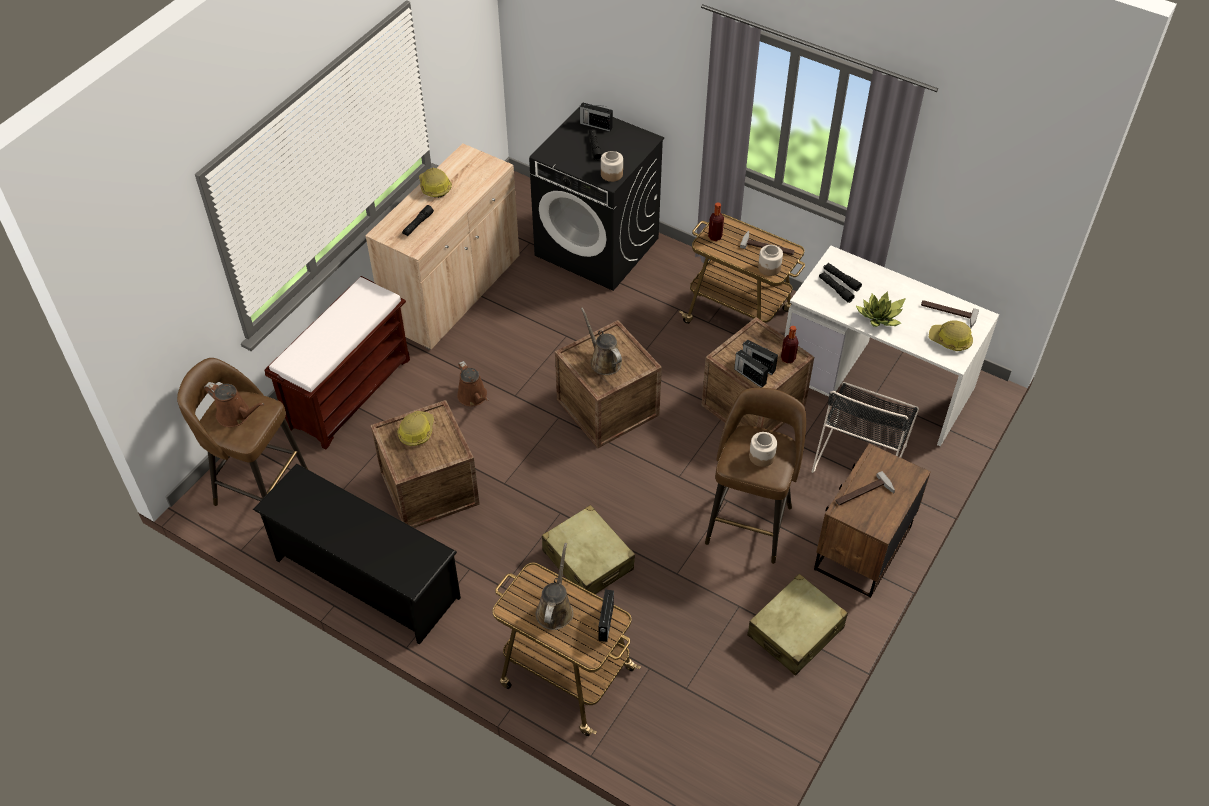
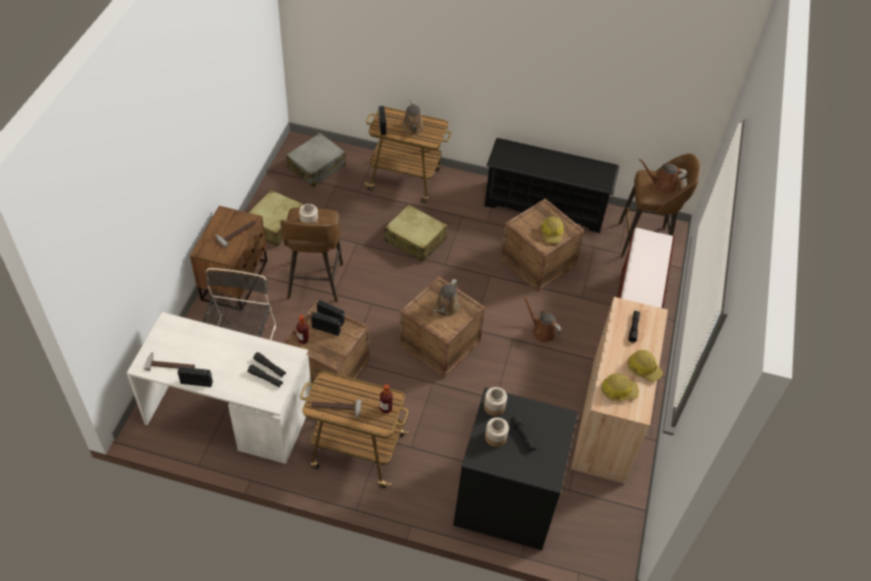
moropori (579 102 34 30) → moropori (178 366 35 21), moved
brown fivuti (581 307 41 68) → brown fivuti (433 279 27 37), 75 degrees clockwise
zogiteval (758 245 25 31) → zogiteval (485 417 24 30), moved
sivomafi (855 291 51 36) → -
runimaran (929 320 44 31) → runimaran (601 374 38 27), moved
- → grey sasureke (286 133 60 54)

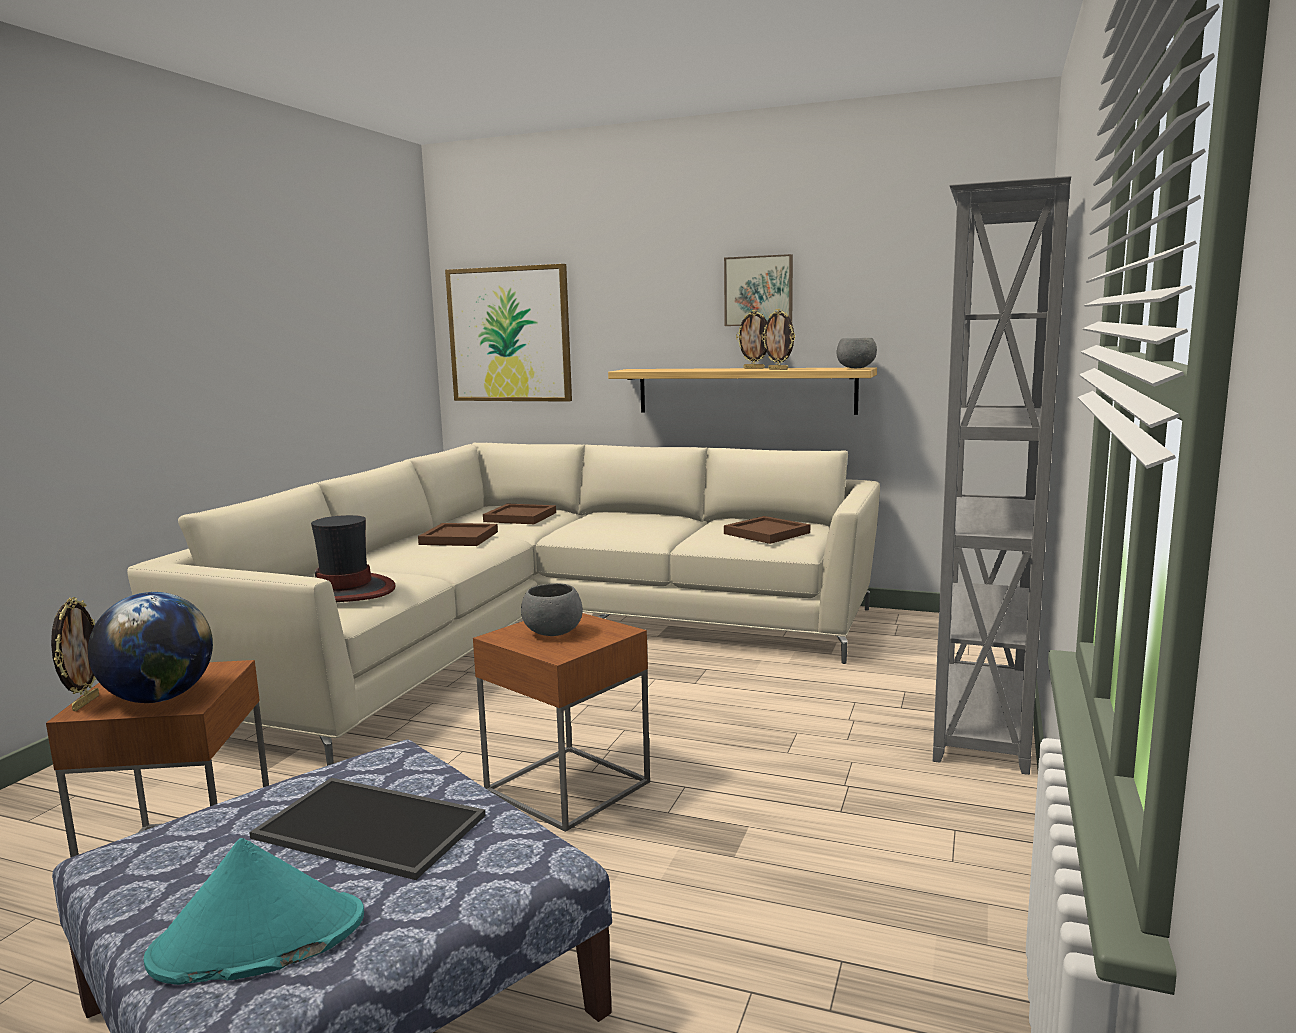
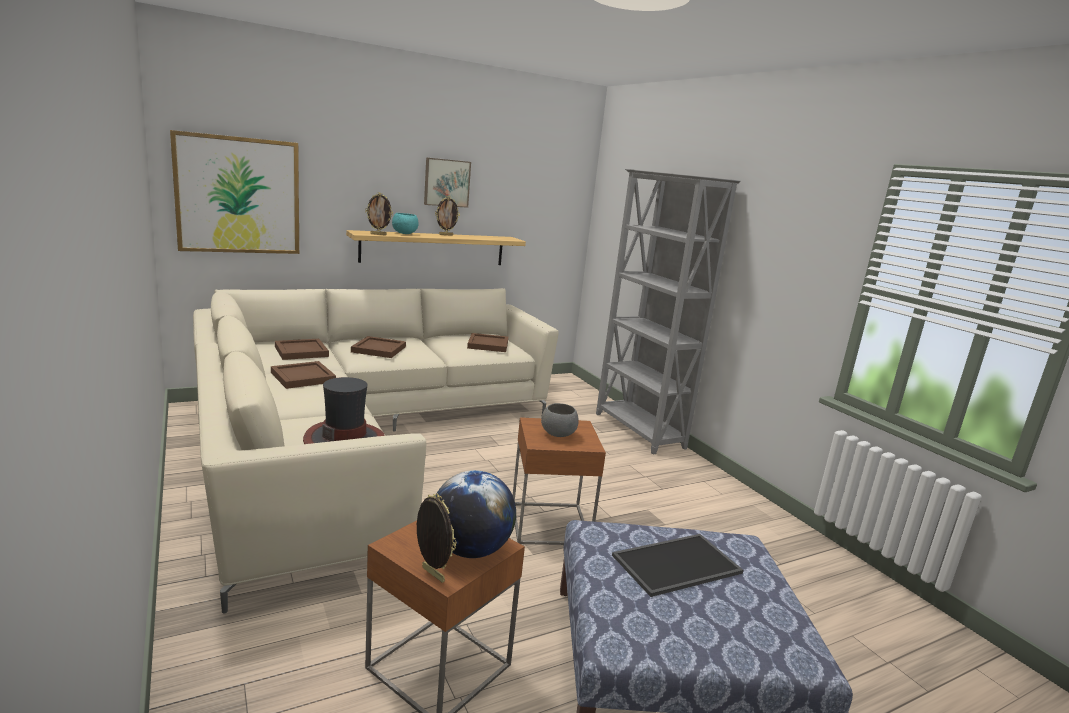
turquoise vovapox (144 838 220 147) → -
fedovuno (761 309 35 61) → fedovuno (365 192 28 43), moved
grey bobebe (836 338 41 30) → -
- → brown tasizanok (351 336 55 22)
- → turquoise bobebe (392 213 27 21)

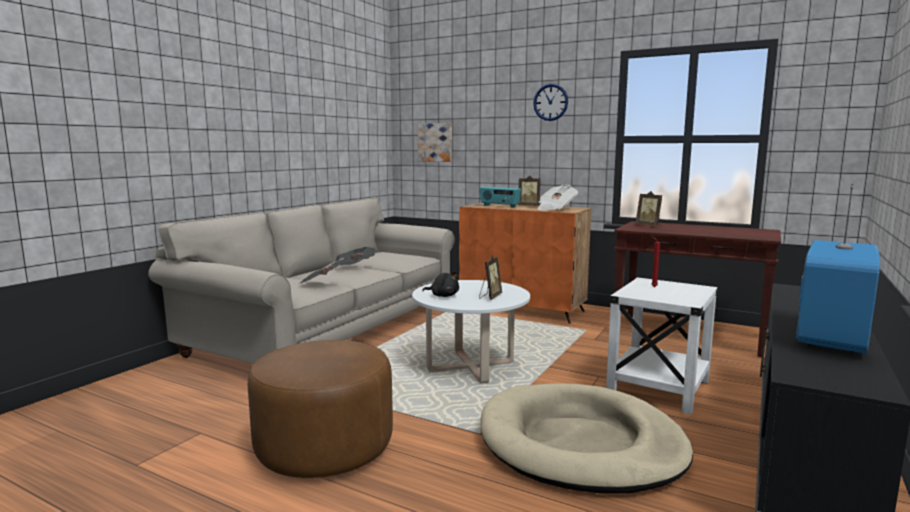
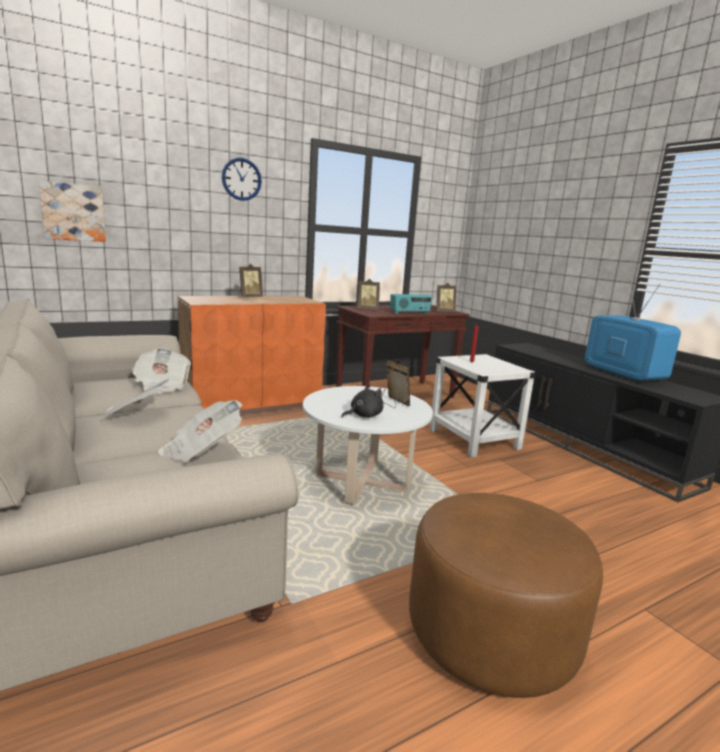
moropori (480 187 41 21) → moropori (390 294 43 20), moved
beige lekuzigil (480 383 213 110) → -
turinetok (538 184 40 27) → turinetok (132 348 59 47), moved
- → fedovuno (435 282 22 30)

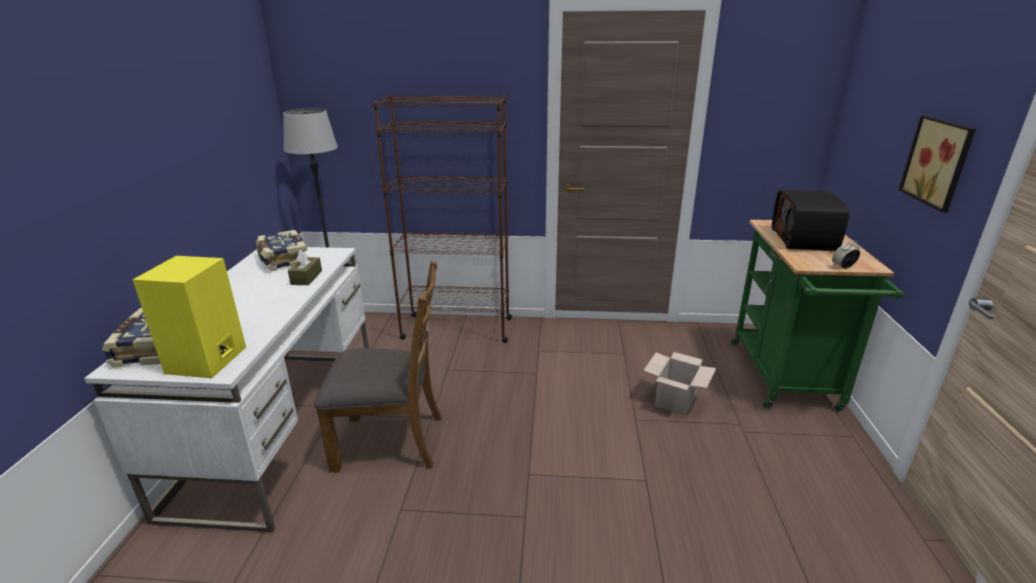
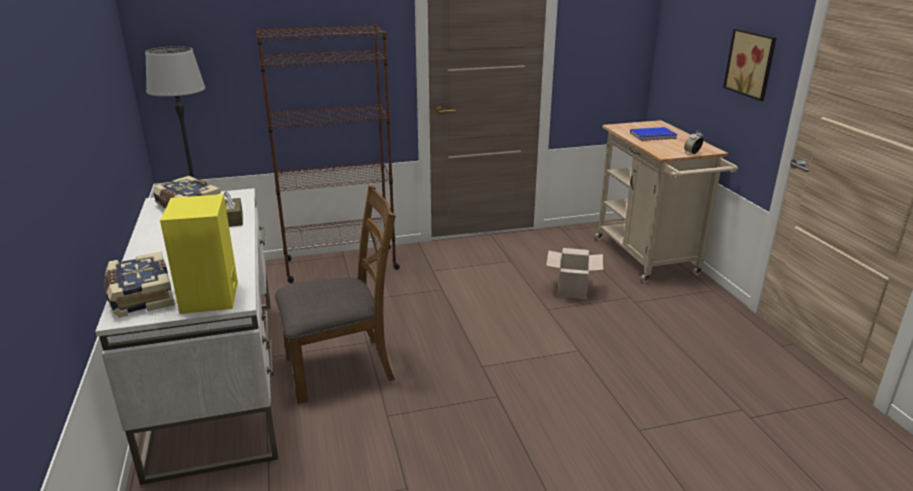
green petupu (731 220 173 192) → beige petupu (595 120 143 163)
moropori (772 190 78 61) → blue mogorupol (630 127 48 14)

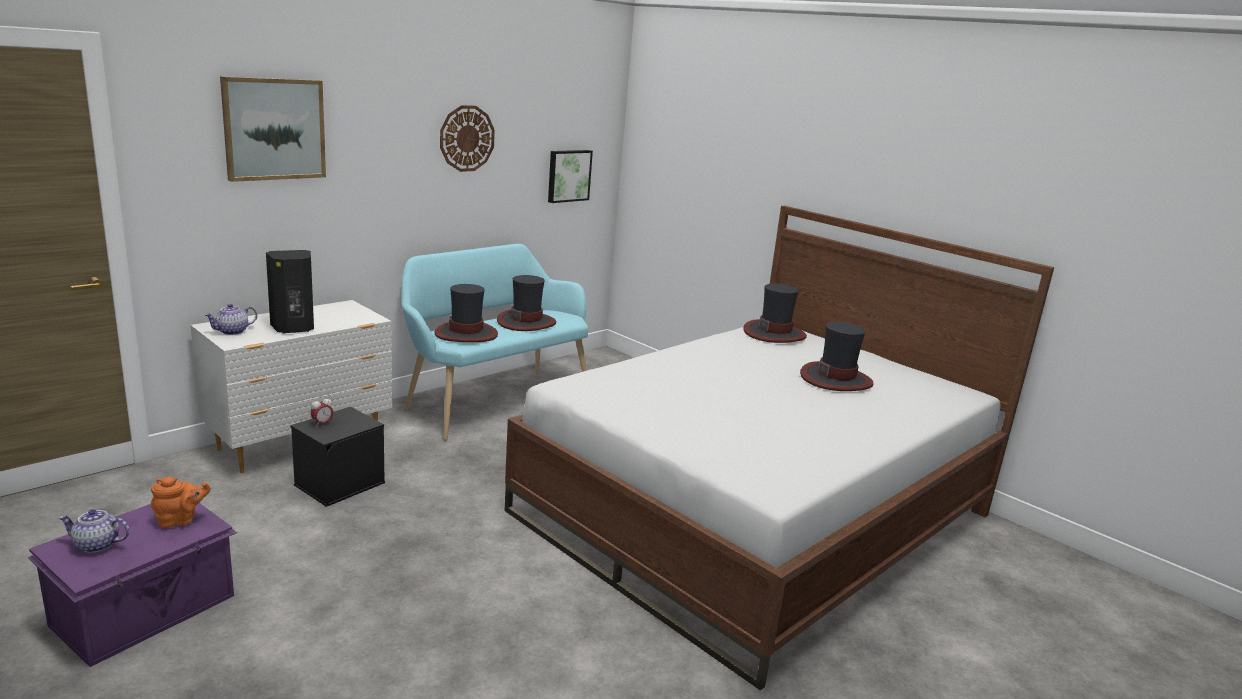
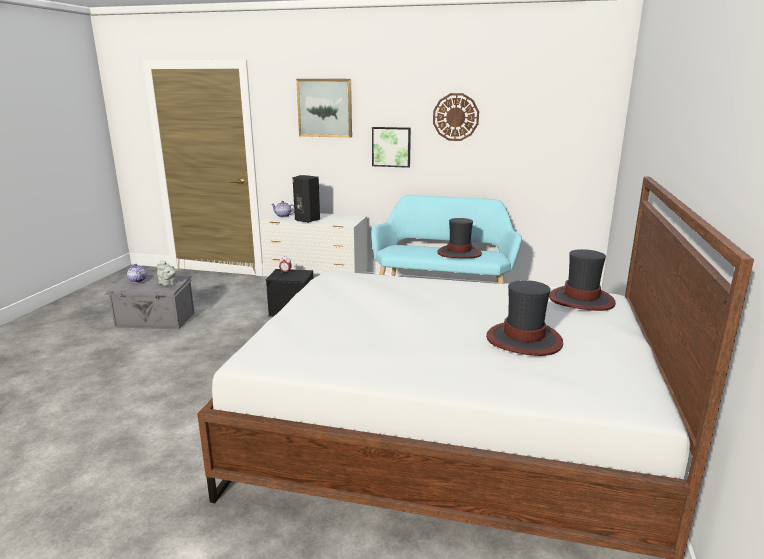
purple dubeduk (28 503 209 164) → grey dubeduk (104 275 90 54)
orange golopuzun (151 477 60 51) → grey golopuzun (157 260 19 26)
vovapox (434 284 64 58) → -
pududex (548 150 45 53) → pududex (372 127 39 41), moved

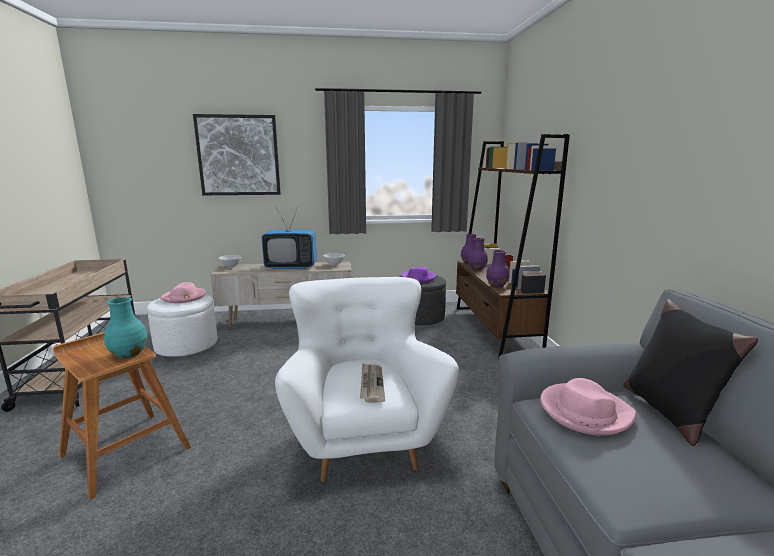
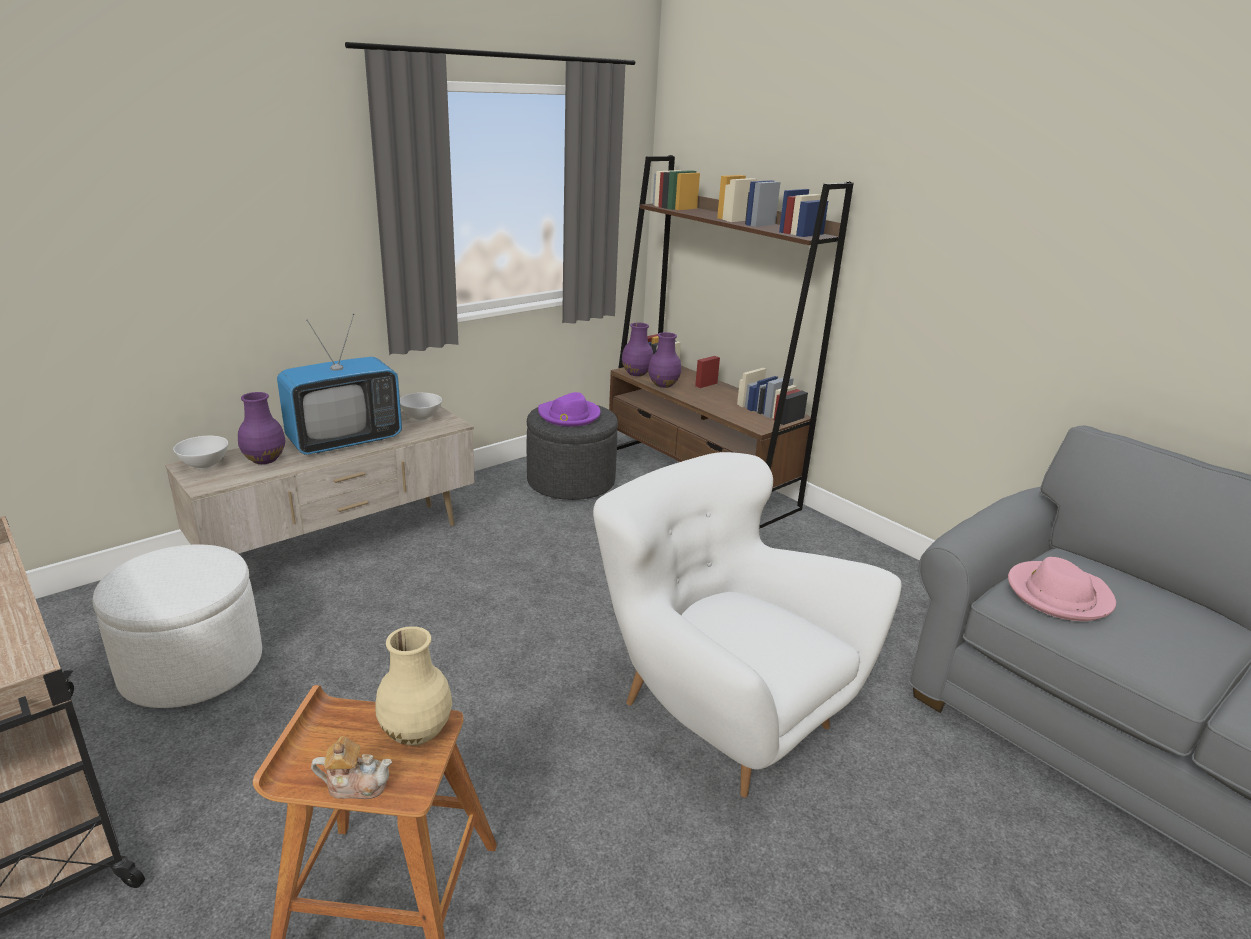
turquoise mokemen (104 297 43 61) → beige mokemen (375 626 77 120)
pink vovapox (160 282 46 21) → -
pududex (193 114 88 81) → -
turinetok (360 363 25 40) → -
purple mokemen (486 250 24 37) → purple mokemen (238 392 47 72), moved
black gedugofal (623 299 135 147) → -
- → golopuzun (311 736 81 63)

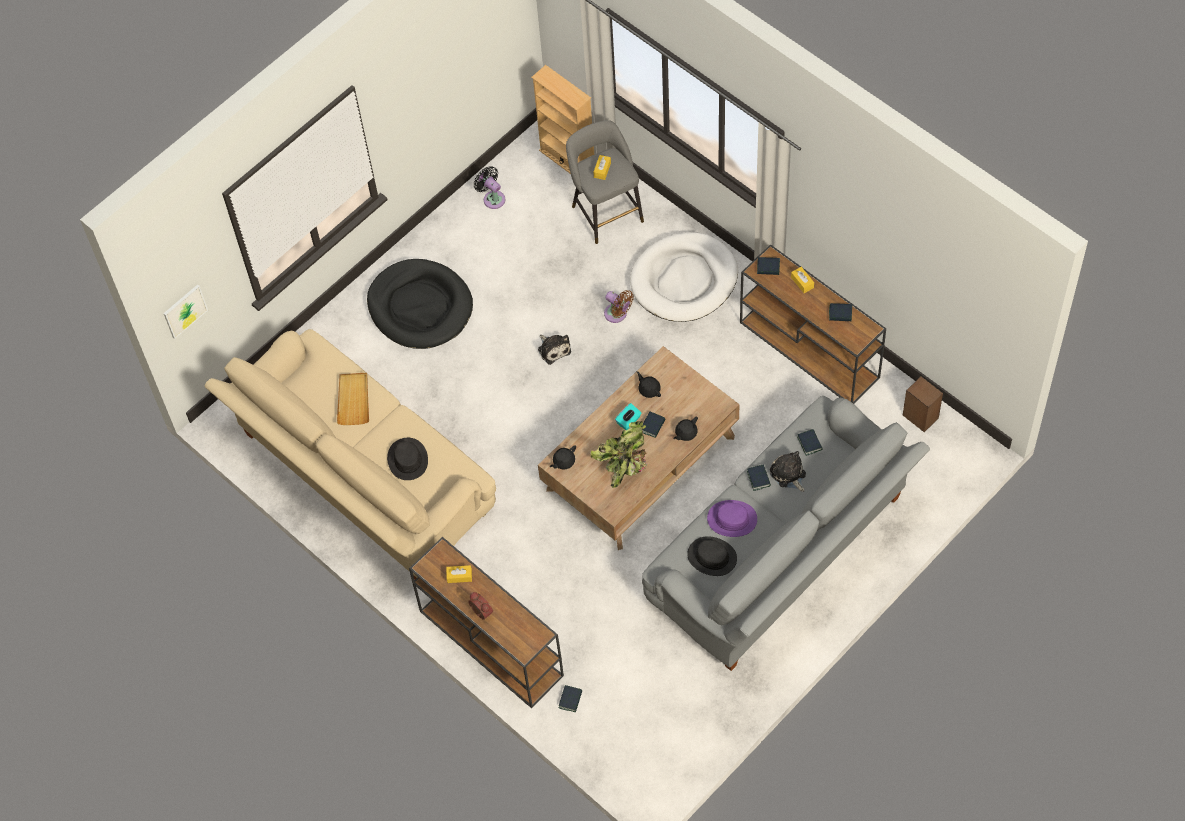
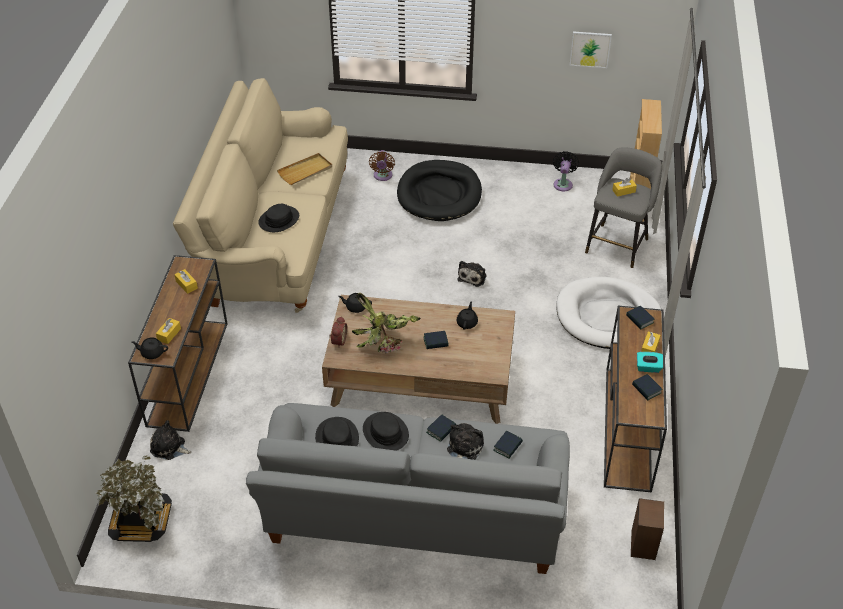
pududex (164 284 44 55) → pududex (569 31 43 37), moved
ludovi (468 592 25 28) → ludovi (329 316 18 32), moved
mogorupol (559 685 23 27) → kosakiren (150 420 42 40)
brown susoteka (604 290 30 33) → brown susoteka (369 150 26 31), moved
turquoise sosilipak (615 403 27 27) → turquoise sosilipak (637 352 26 21), moved
black golopuzun (674 417 24 24) → black golopuzun (131 337 37 22), moved
purple vovapox (707 500 50 37) → black vovapox (363 412 46 39)
- → sivomafi (96 455 76 87)
- → yellow sosilipak (156 318 25 26)

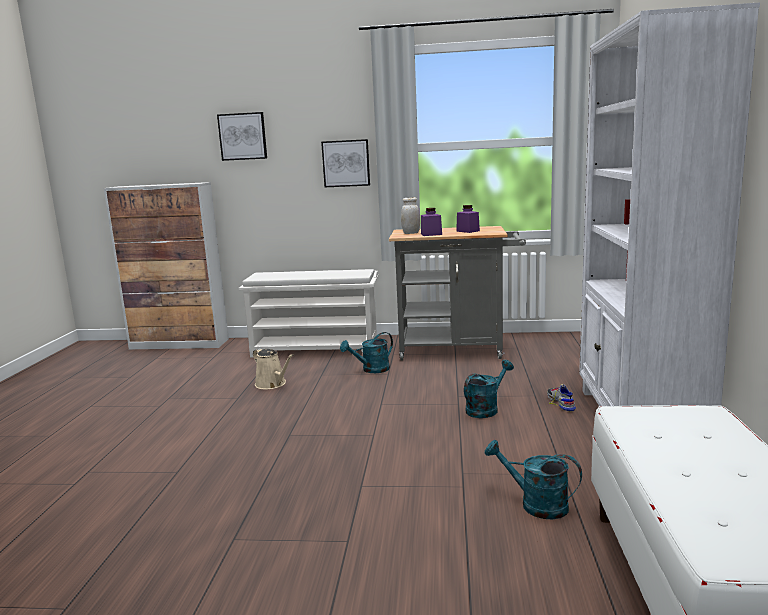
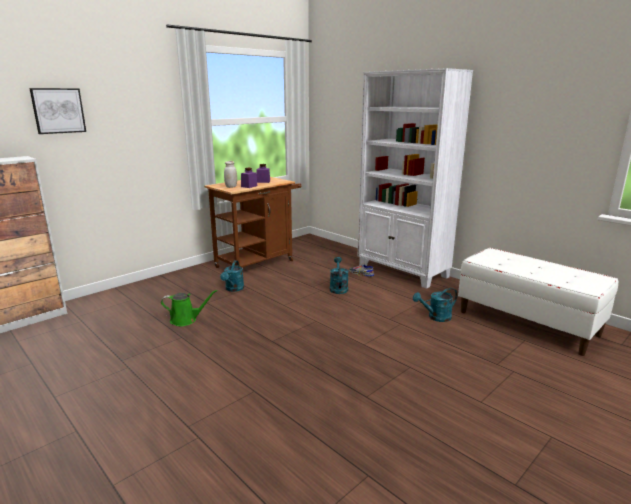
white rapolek (239 269 139 89) → -
beige fivuti (253 348 41 41) → green fivuti (161 290 57 36)
pududex (321 139 49 48) → -
grey petupu (389 226 137 135) → brown petupu (204 177 97 91)

